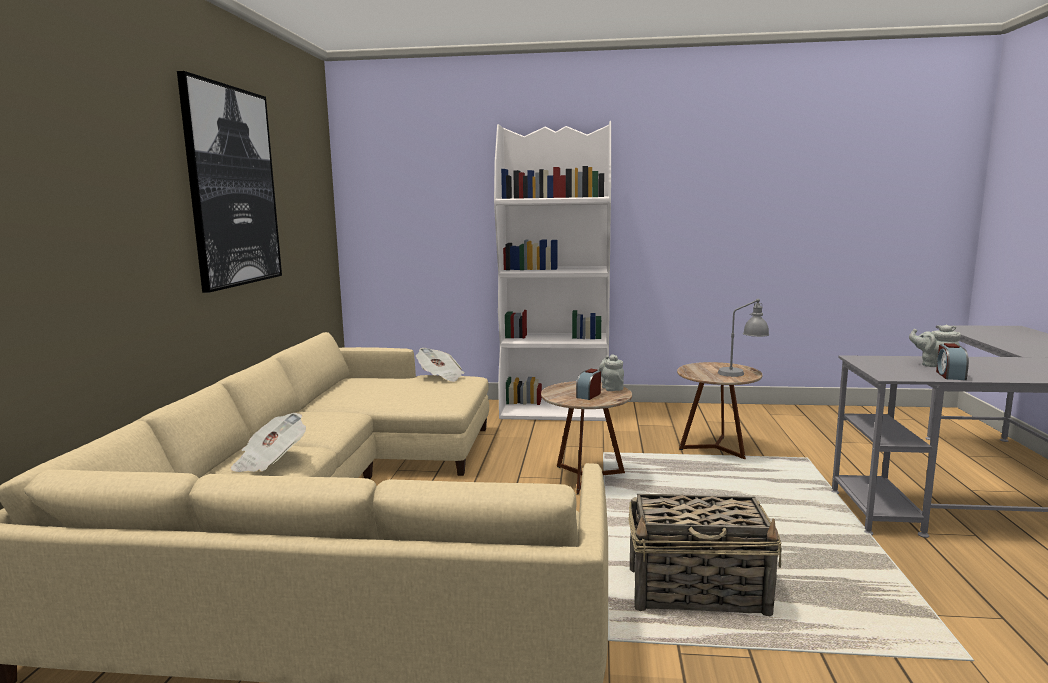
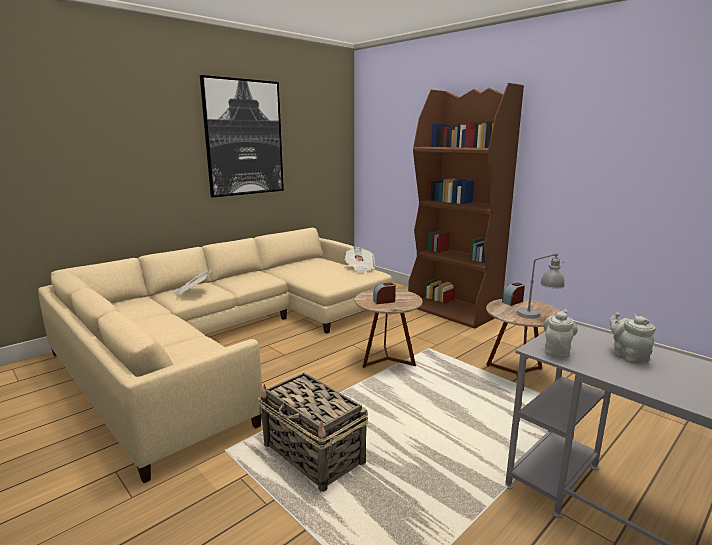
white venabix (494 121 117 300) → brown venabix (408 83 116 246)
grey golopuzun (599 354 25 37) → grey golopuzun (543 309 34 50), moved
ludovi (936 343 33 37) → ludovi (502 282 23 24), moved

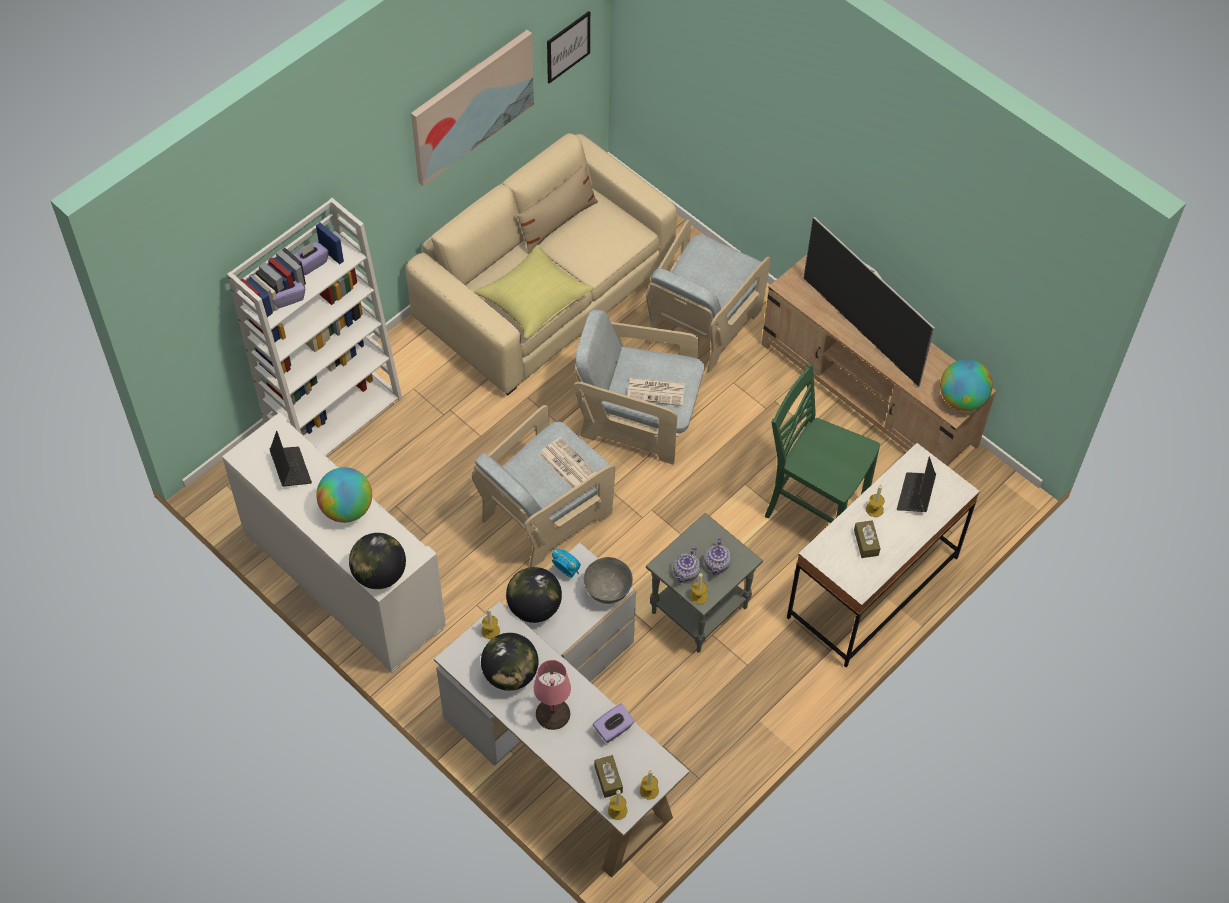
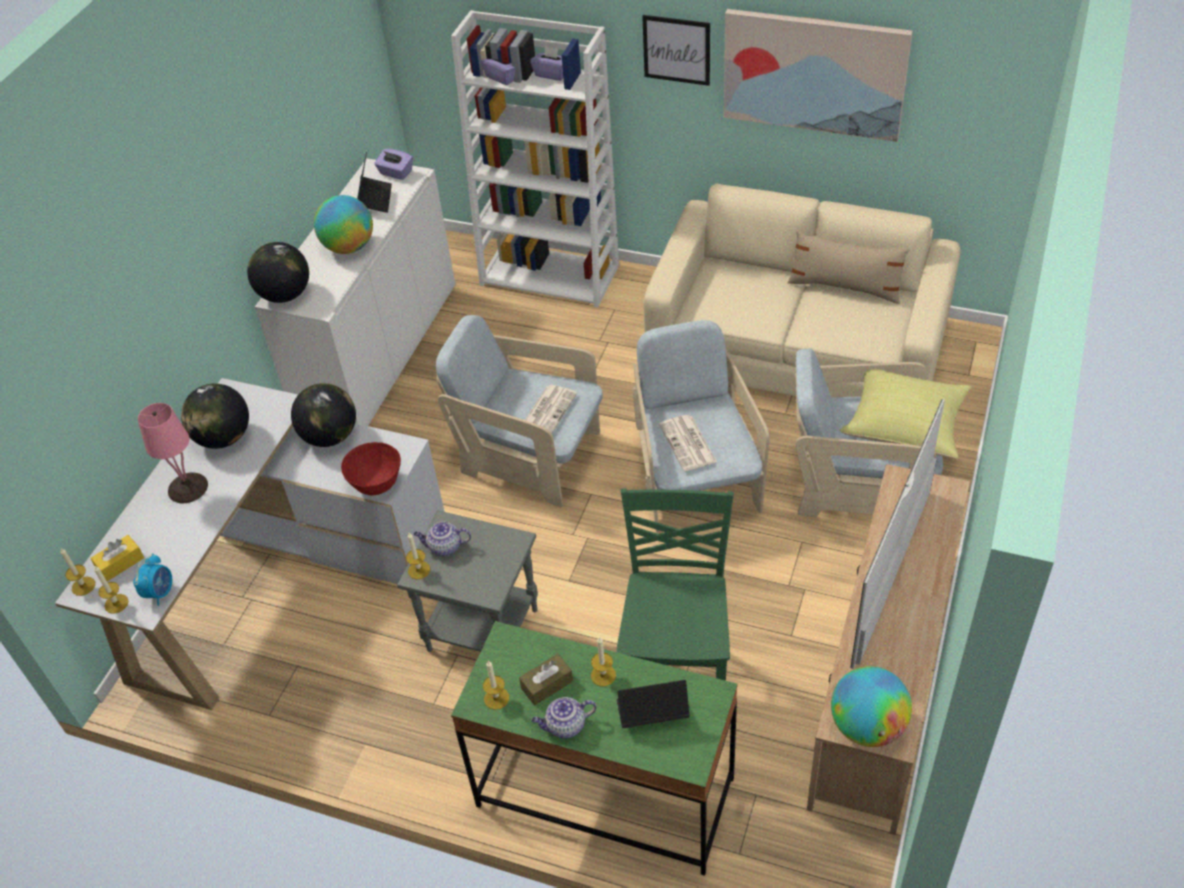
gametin (270 431 42 56) → gametin (357 152 35 61), 45 degrees counterclockwise
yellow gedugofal (474 245 120 93) → yellow gedugofal (840 369 132 90), moved
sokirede (481 608 19 31) → sokirede (483 660 26 50), moved
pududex (547 11 43 73) → pududex (642 15 68 71), moved
ludovi (552 549 29 29) → ludovi (133 553 39 53), moved
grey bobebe (584 557 49 47) → red bobebe (341 442 60 53)
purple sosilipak (593 703 42 40) → purple sosilipak (374 149 39 31), moved
brown sosilipak (594 755 29 43) → yellow sosilipak (90 535 54 46)
golopuzun (704 537 27 39) → golopuzun (532 697 65 42), moved
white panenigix (787 443 193 224) → green panenigix (451 621 287 255)

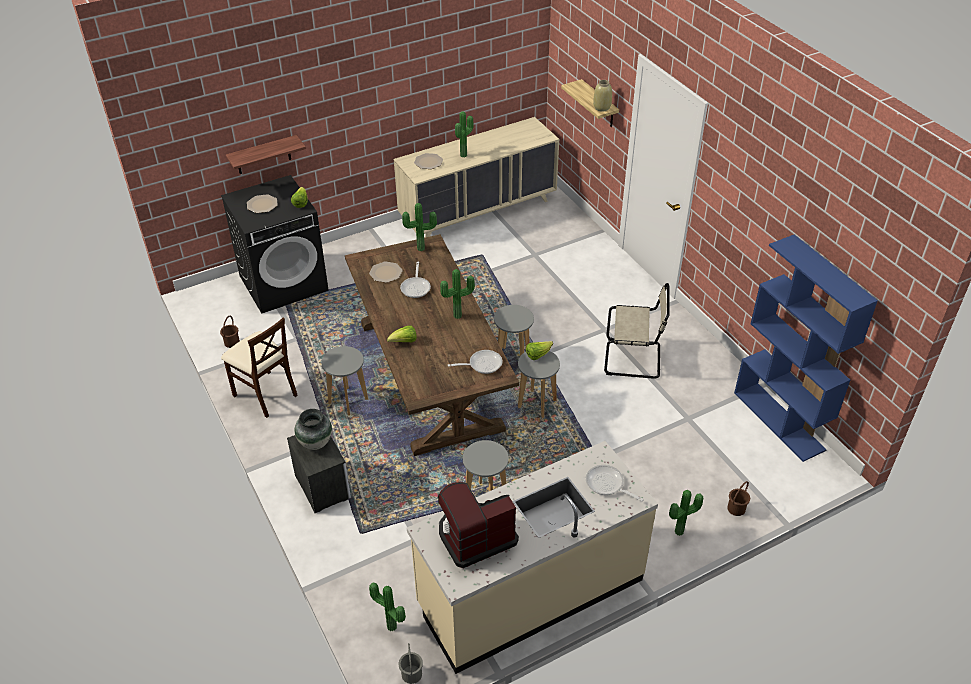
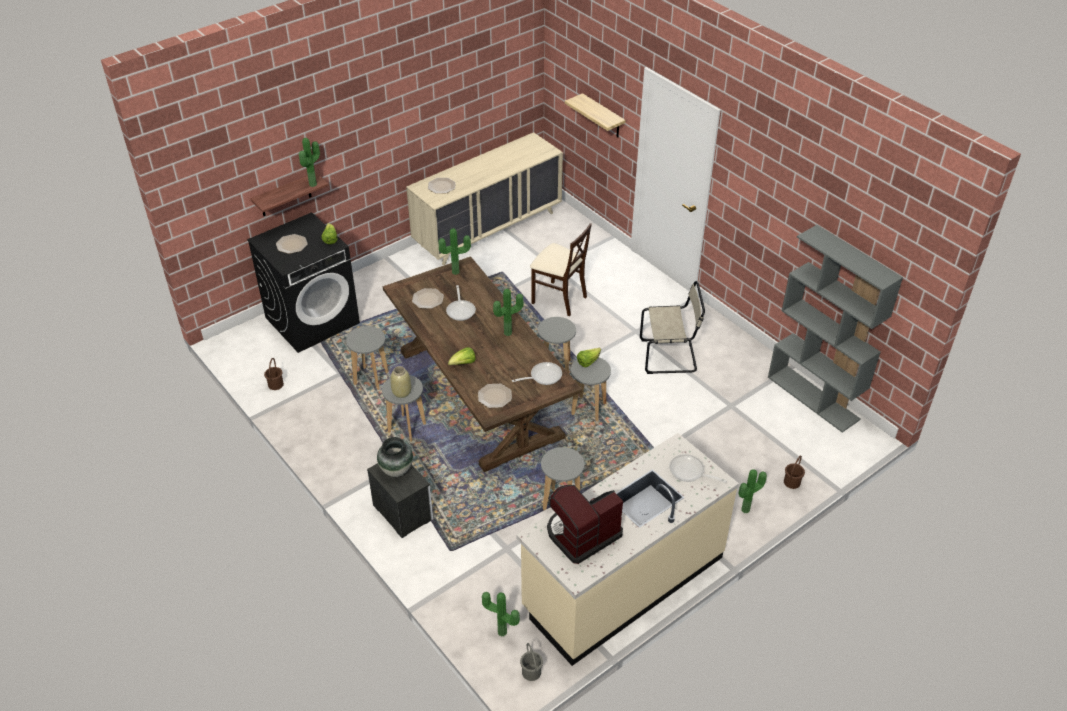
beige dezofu (221 317 77 101) → beige dezofu (530 223 62 94), moved
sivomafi (455 112 19 46) → sivomafi (299 138 21 49), moved
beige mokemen (593 80 19 32) → beige mokemen (391 366 20 32), moved
blue venabix (734 235 144 227) → grey venabix (768 225 135 207)
- → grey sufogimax (346 326 43 64)
- → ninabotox (478 384 34 24)

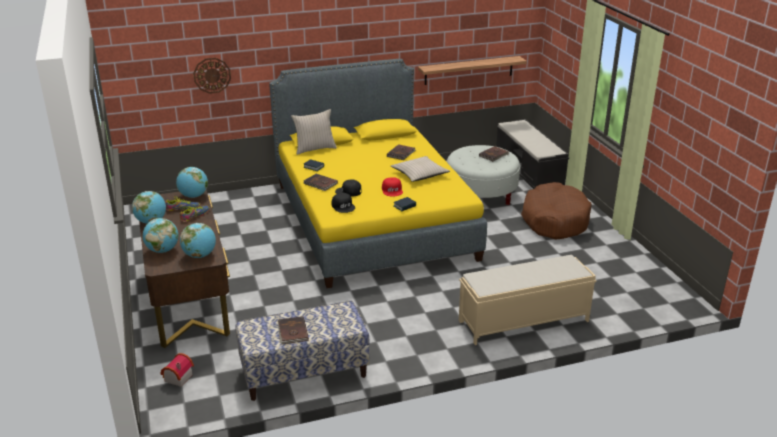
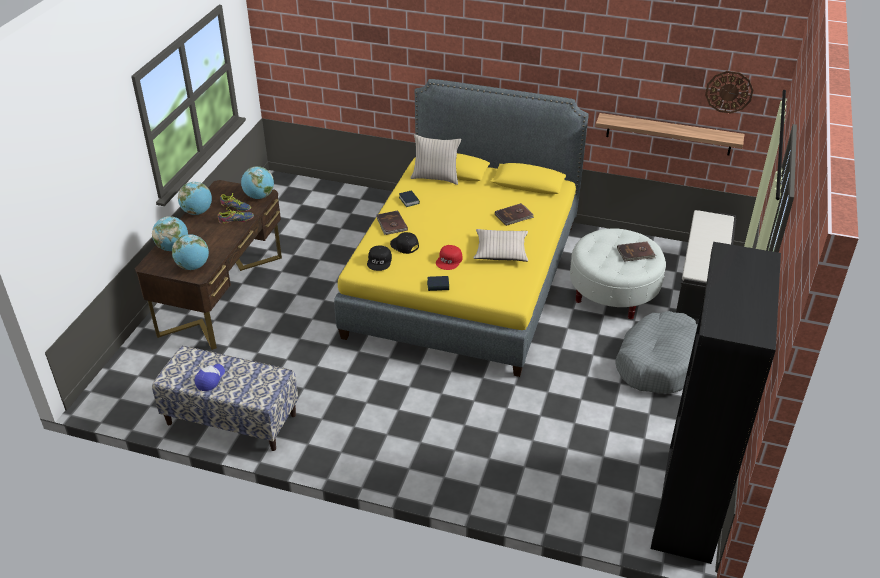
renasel (160 353 34 34) → -
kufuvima (193 58 38 36) → kufuvima (705 71 48 43), moved
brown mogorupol (278 316 31 28) → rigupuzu (195 364 30 27)
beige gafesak (459 255 138 90) → -
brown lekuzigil (521 182 71 57) → grey lekuzigil (615 311 83 83)
- → black venabix (651 242 130 322)

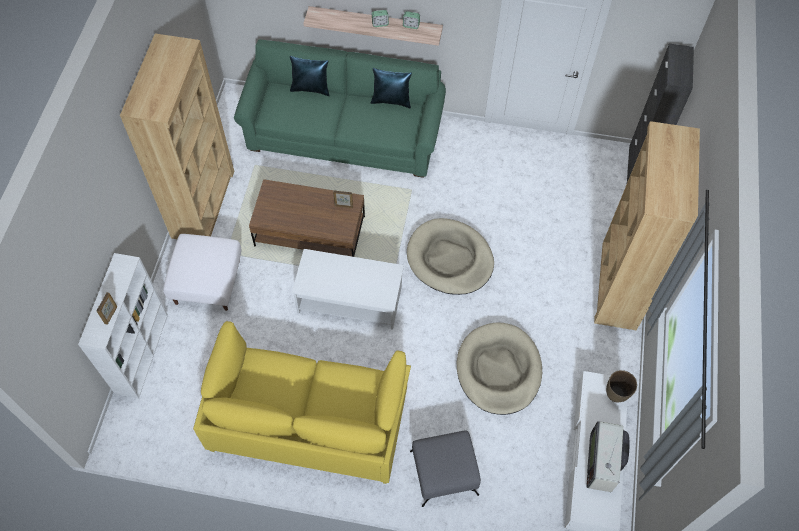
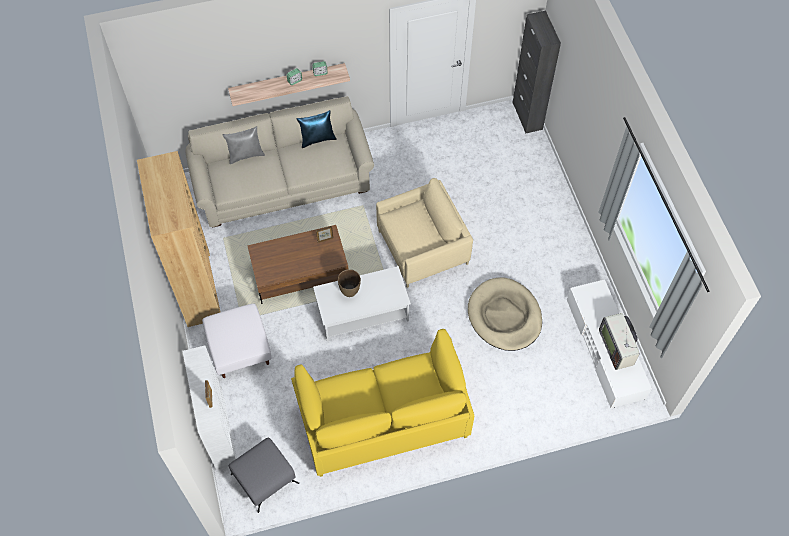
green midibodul (234 39 212 139) → beige midibodul (186 96 188 132)
blue gedugofal (290 56 40 40) → grey gedugofal (223 126 42 38)
beige lekuzigil (407 218 87 77) → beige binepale (376 178 97 110)
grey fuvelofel (410 430 71 77) → grey fuvelofel (229 438 70 75), moved
brown venabix (594 121 106 209) → -
brown mokemen (606 370 31 32) → brown mokemen (338 269 23 28), moved

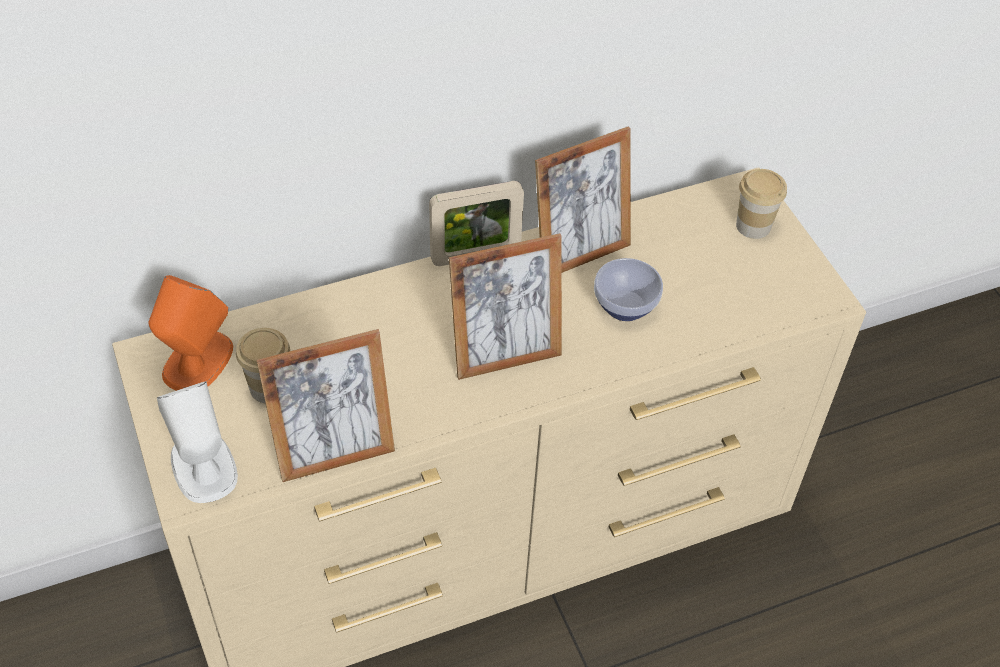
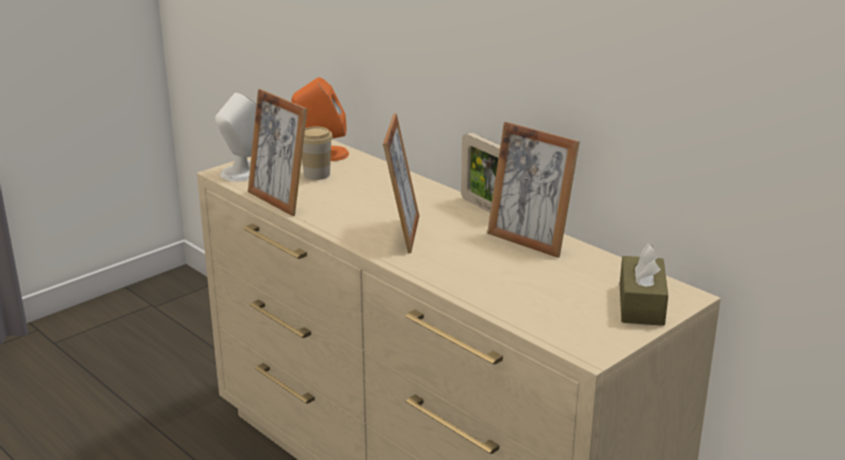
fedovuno (449 233 113 147) → fedovuno (383 113 36 140), 135 degrees counterclockwise
bobebe (594 258 69 63) → -
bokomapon (736 169 51 70) → brown sosilipak (620 244 48 82)

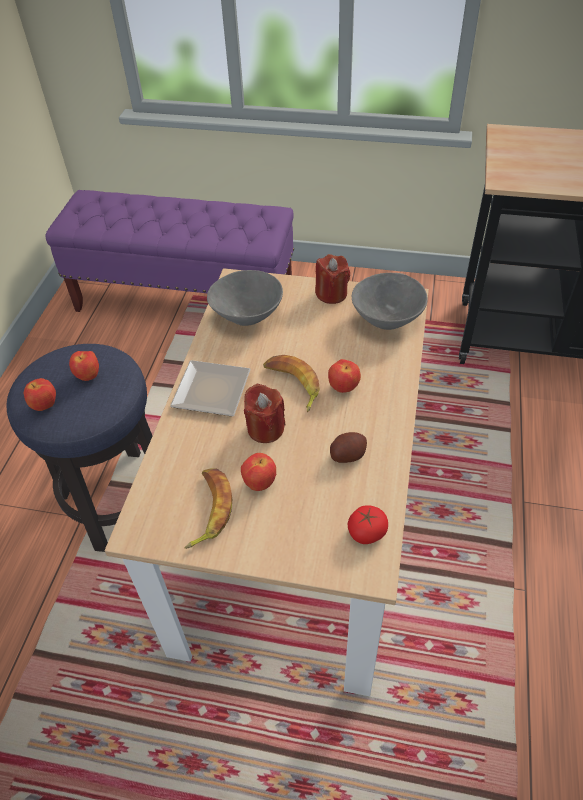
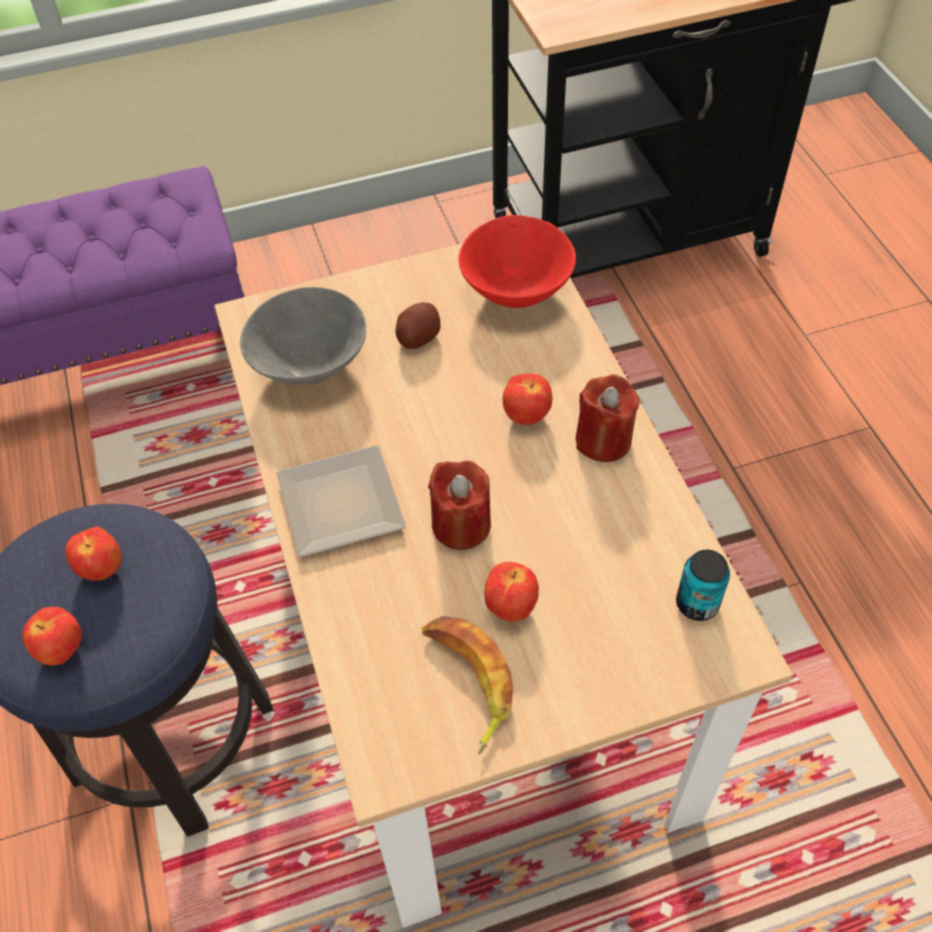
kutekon (263 355 57 57) → -
red sokirede (315 254 35 50) → red sokirede (576 375 64 87), moved
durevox (330 432 37 31) → durevox (395 302 45 47), moved
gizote (348 505 40 39) → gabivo (676 550 54 71)
grey bobebe (352 273 76 57) → red bobebe (458 215 118 93)

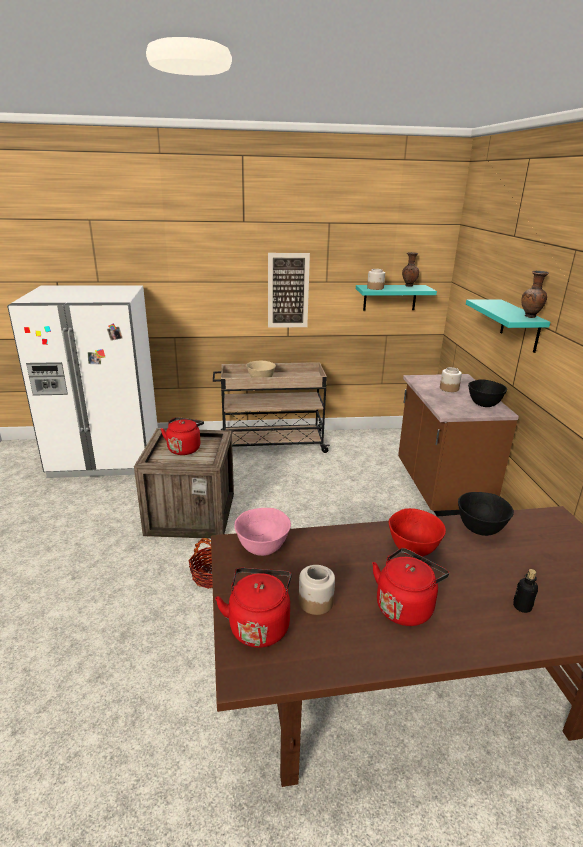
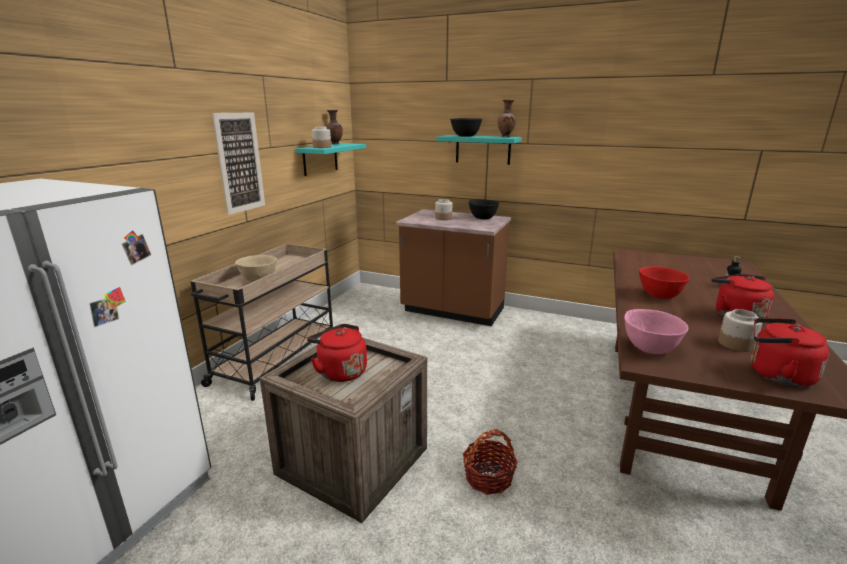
black bobebe (458 492 56 44) → black bobebe (450 118 32 19), moved

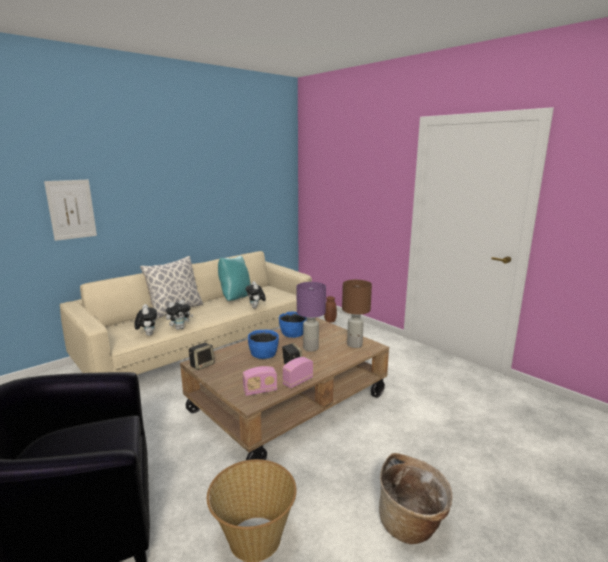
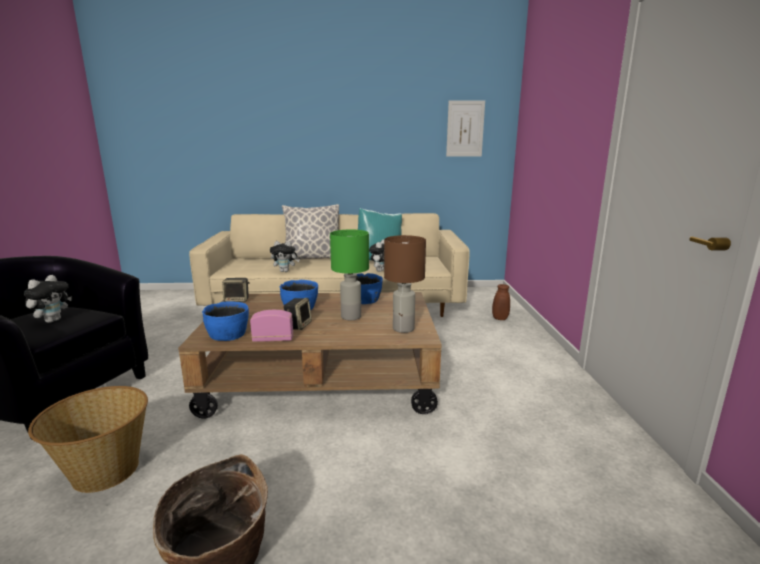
pududex (44 180 53 61) → pududex (446 100 39 57), moved
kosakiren (134 304 23 32) → kosakiren (24 275 48 48), moved
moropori (243 366 34 30) → blue bobebe (202 301 47 40)
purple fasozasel (297 282 29 69) → green fasozasel (330 229 39 91)

